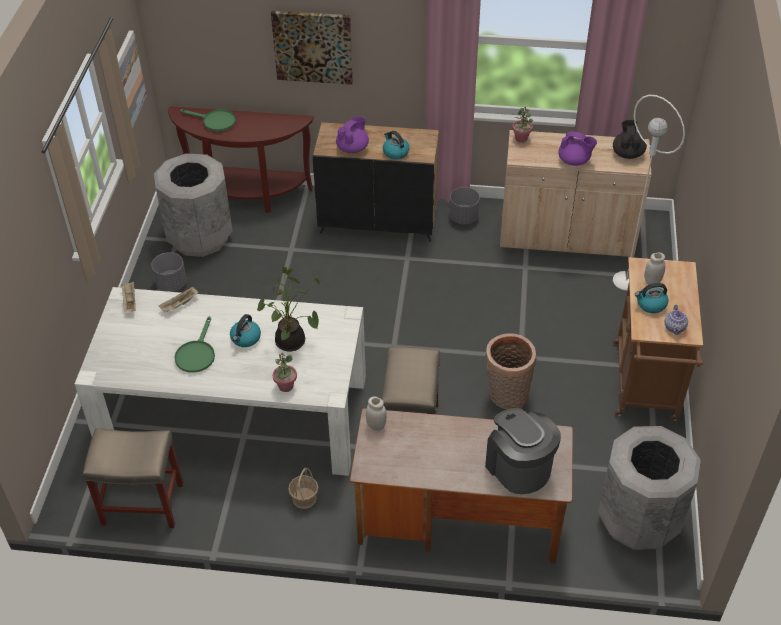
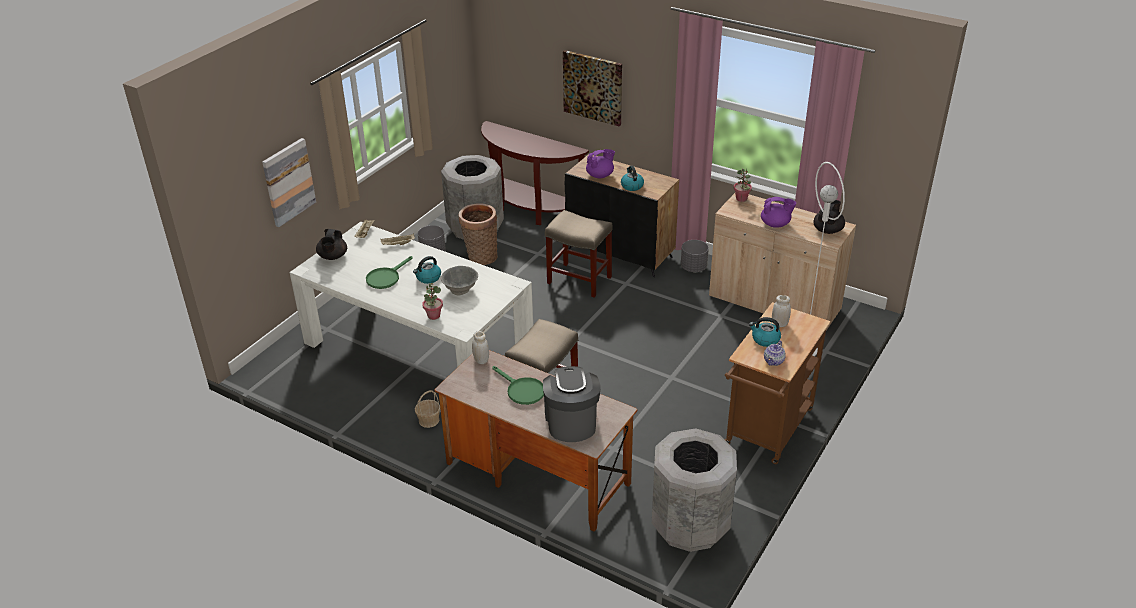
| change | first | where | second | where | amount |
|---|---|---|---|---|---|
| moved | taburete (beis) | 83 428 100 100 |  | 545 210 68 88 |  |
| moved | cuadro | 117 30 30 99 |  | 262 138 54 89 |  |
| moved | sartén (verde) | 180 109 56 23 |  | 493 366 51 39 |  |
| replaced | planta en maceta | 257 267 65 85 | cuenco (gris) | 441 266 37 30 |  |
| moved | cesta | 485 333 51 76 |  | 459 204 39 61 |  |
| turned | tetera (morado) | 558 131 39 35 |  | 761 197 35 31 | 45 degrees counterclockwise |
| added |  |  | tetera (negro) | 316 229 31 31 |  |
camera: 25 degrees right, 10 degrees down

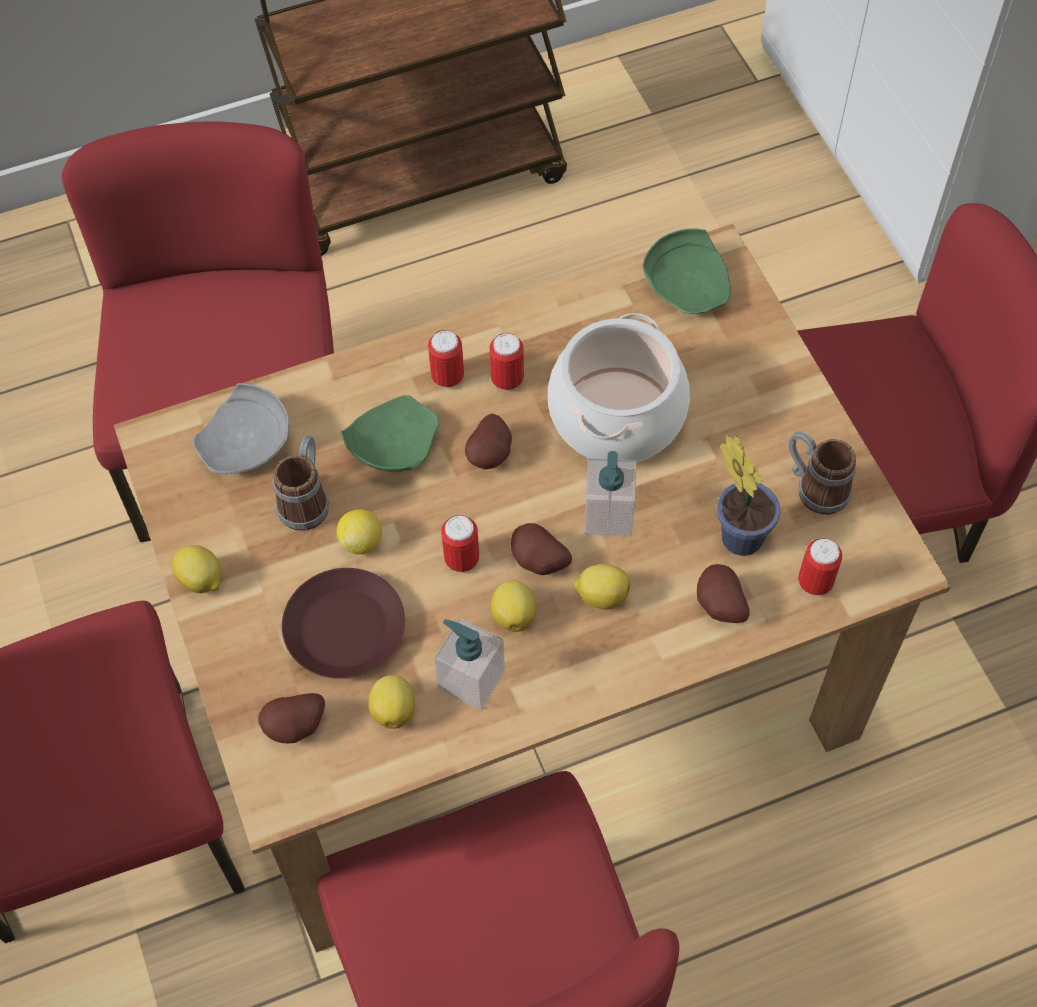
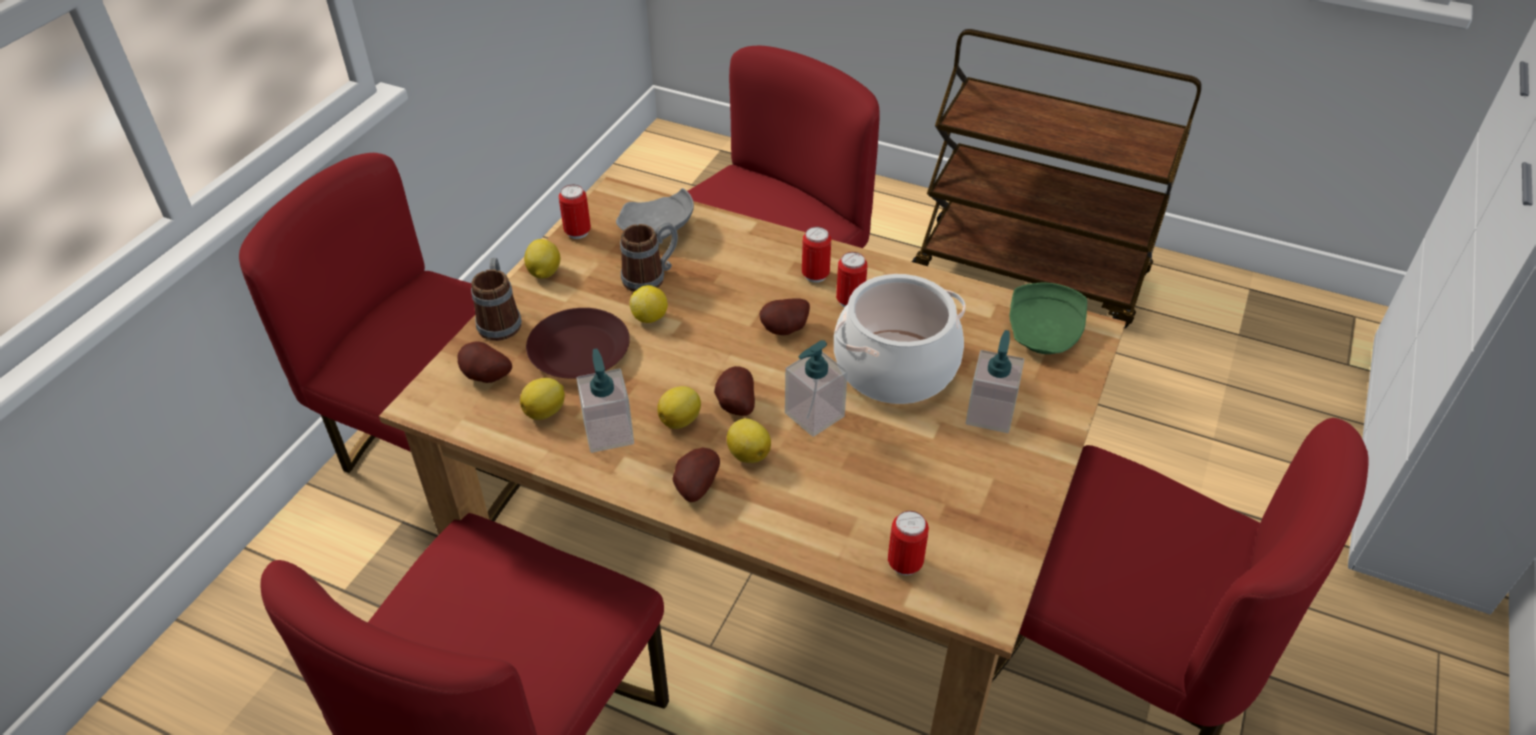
| change | first | where | second | where | amount |
|---|---|---|---|---|---|
| removed | plato (verde) | 341 395 98 77 |  |  |  |
| moved | lata | 441 515 38 57 |  | 559 185 32 54 |  |
| moved | patata | 697 564 53 59 |  | 672 447 48 55 |  |
| removed | planta en maceta | 717 434 64 122 |  |  |  |
| moved | taza grande | 788 431 68 84 |  | 471 258 51 83 |  |
| added |  |  | dispensador de jabón | 966 330 58 103 |  |
camera: 45 degrees right, 15 degrees down

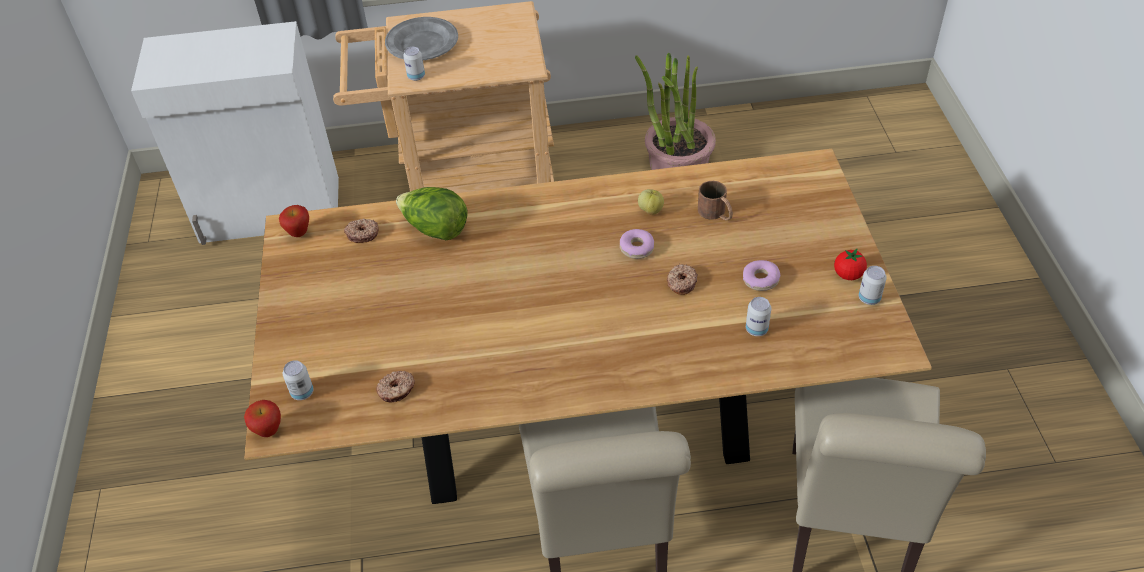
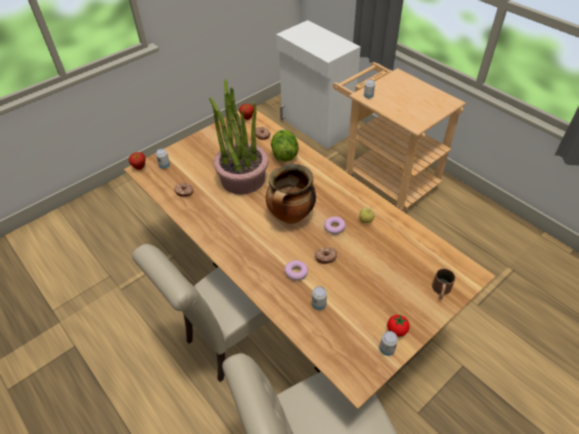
| change | first | where | second | where | amount |
|---|---|---|---|---|---|
| removed | plato (gris) | 385 17 73 43 |  |  |  |
| moved | planta en maceta | 635 53 81 117 |  | 209 79 59 116 |  |
| moved | taza grande (marrón) | 698 181 35 40 |  | 432 268 24 31 |  |
| moved | rosquilla | 743 260 37 31 |  | 285 260 23 21 |  |
| added |  |  | olla | 266 164 50 60 |  |
camera: 55 degrees right, 0 degrees up

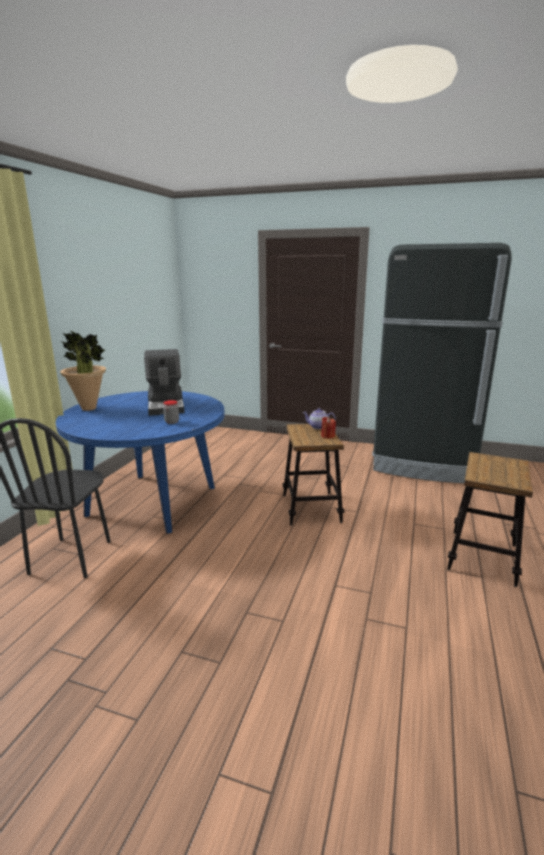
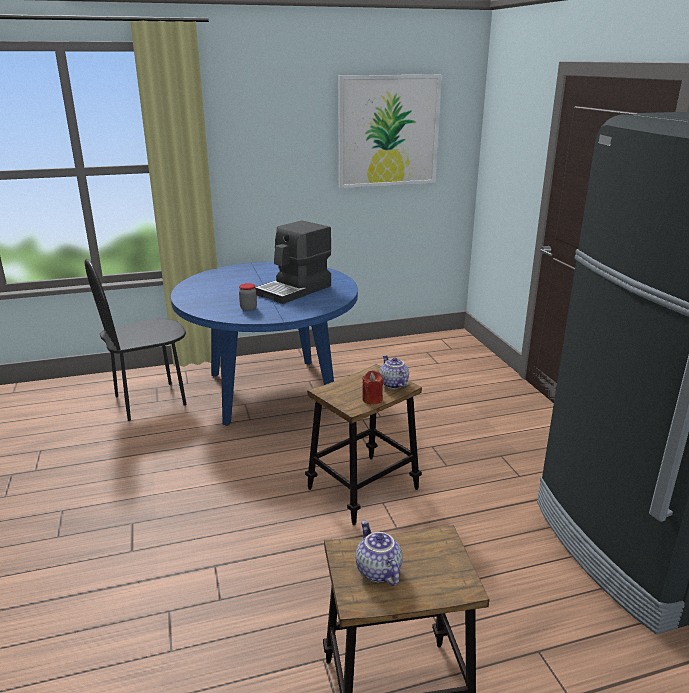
| change | first | where | second | where | amount |
|---|---|---|---|---|---|
| removed | planta en maceta | 60 331 46 80 |  |  |  |
| added |  |  | cuadro | 338 75 104 113 |  |
| added |  |  | tetera | 356 520 47 66 |  |
camera: 55 degrees right, 5 degrees up

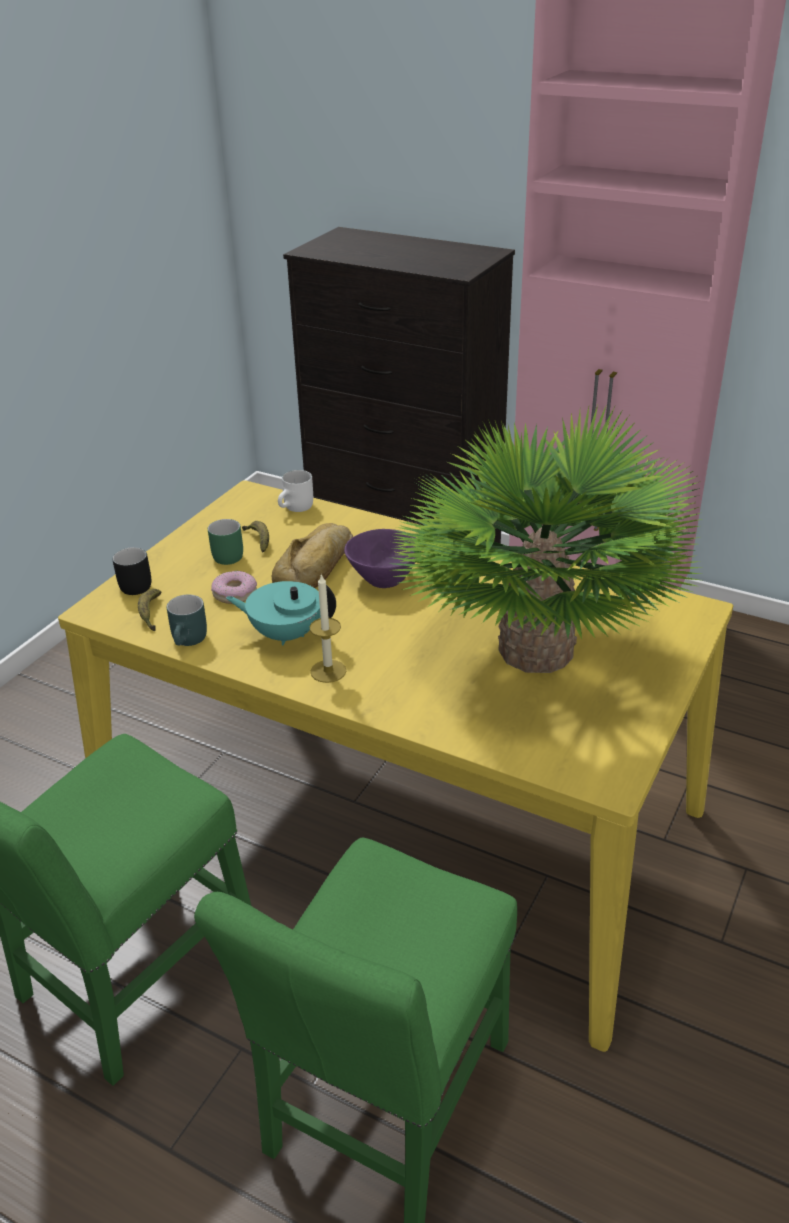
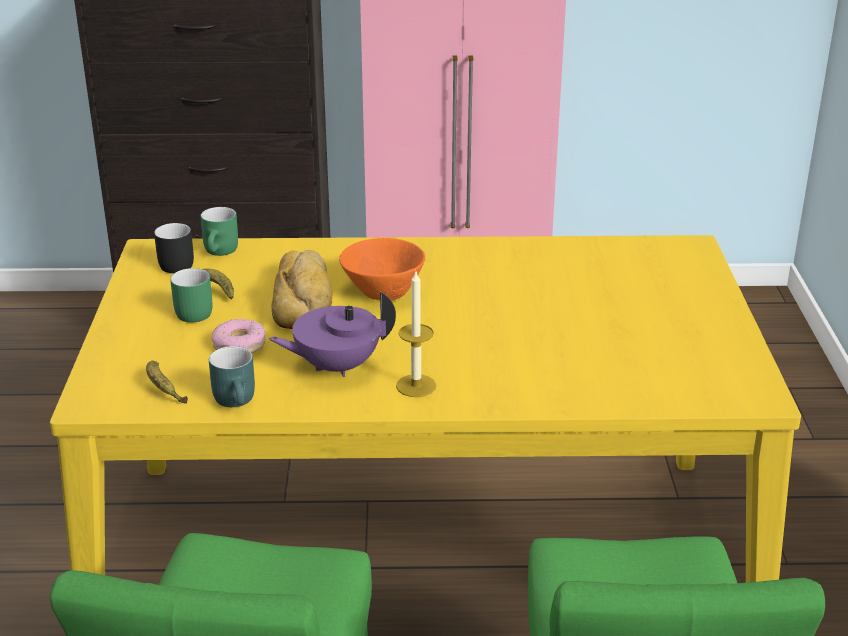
| change | first | where | second | where | amount |
|---|---|---|---|---|---|
| moved | taza grande (negro) | 112 547 39 48 |  | 154 223 40 50 |  |
| recoloured | tetera (turquesa) | 226 581 110 64 | tetera (morado) | 269 292 127 85 |  |
| recoloured | taza grande (blanco) | 278 470 35 42 | taza grande (verde) | 201 207 37 49 |  |
| recoloured | cuenco (morado) | 344 529 72 59 | cuenco (naranja) | 339 238 86 63 |  |
| removed | planta en maceta | 390 405 312 268 |  |  |  |
camera: 30 degrees left, 5 degrees down

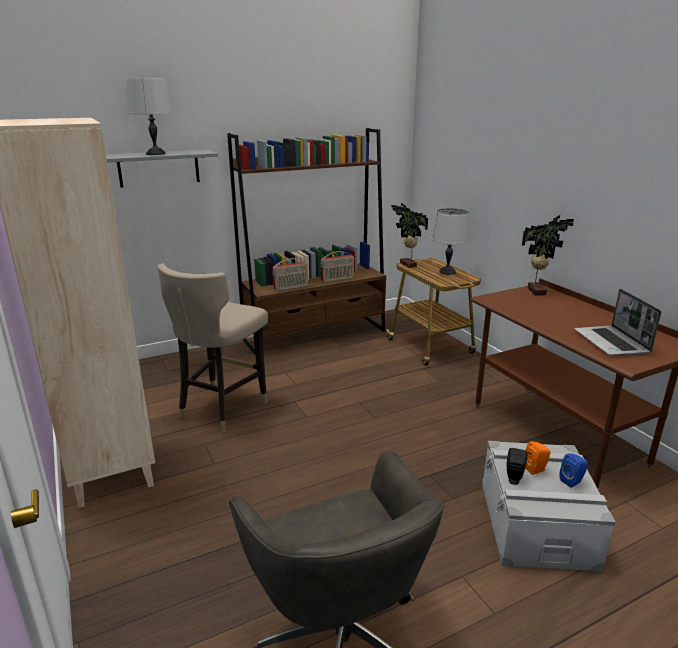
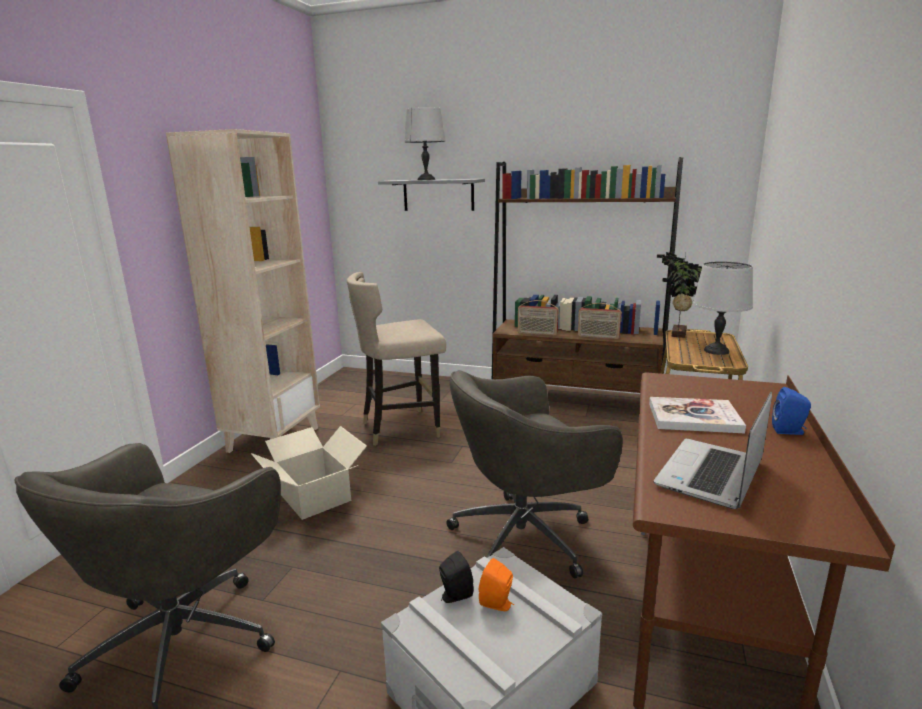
| change | first | where | second | where | amount |
|---|---|---|---|---|---|
| removed | planta en maceta | 522 215 52 80 |  |  |  |
| moved | altavoz (azul) | 559 454 29 34 |  | 772 387 39 48 |  |
| added |  |  | caja de cartón | 251 426 116 94 |  |
| added |  |  | silla de oficina (gris) | 446 370 177 208 |  |
| added |  |  | libro | 649 397 97 36 |  |
camera: 45 degrees right, 5 degrees down

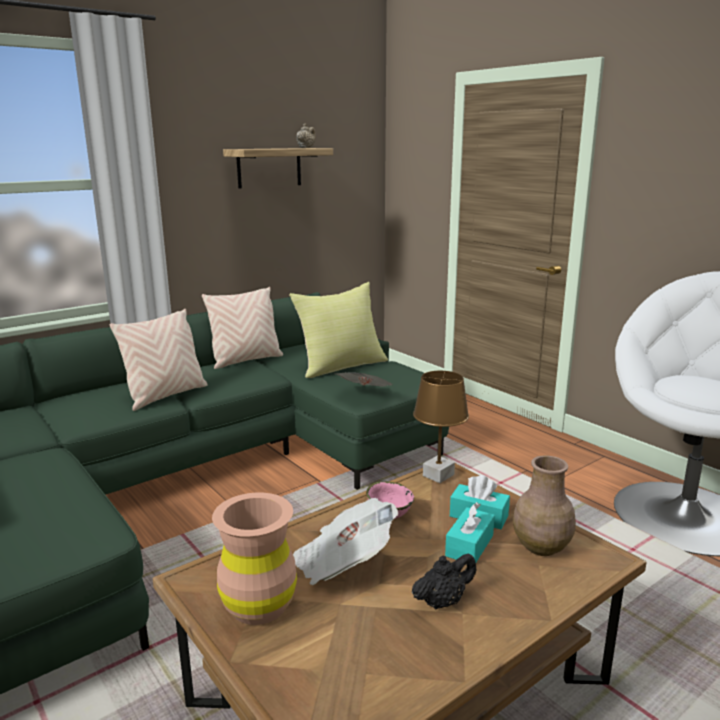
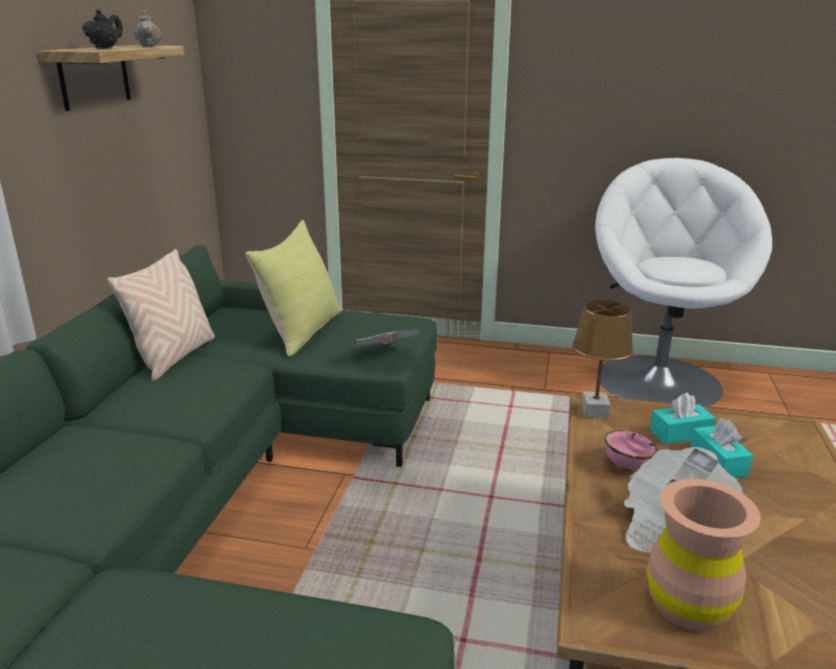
| change | first | where | second | where | amount |
|---|---|---|---|---|---|
| removed | cojín (beis) | 110 309 98 102 |  |  |  |
| moved | tetera (negro) | 412 553 65 56 |  | 82 10 41 39 |  |
| removed | florero (marrón) | 513 455 63 101 |  |  |  |
camera: 40 degrees left, 5 degrees up

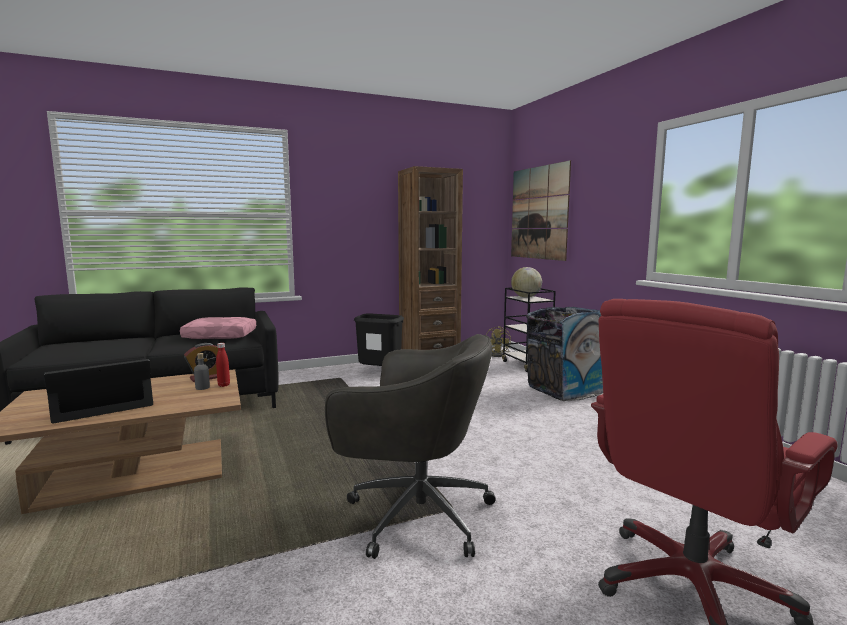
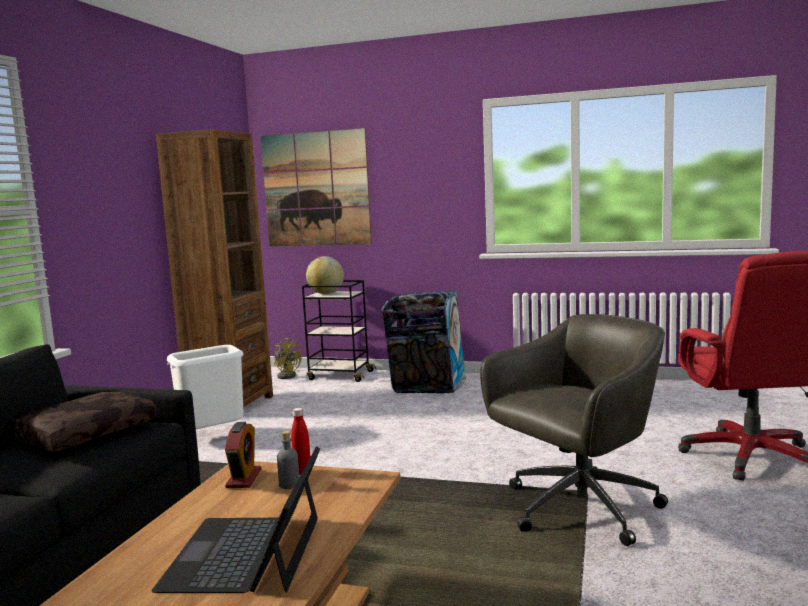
| change | first | where | second | where | amount |
|---|---|---|---|---|---|
| recoloured | cojín (rosa) | 180 317 76 22 | cojín (marrón) | 11 391 145 61 |  |
| recoloured | papelera (negro) | 354 313 50 53 | papelera (blanco) | 167 345 77 84 |  |
camera: 50 degrees left, 0 degrees up

